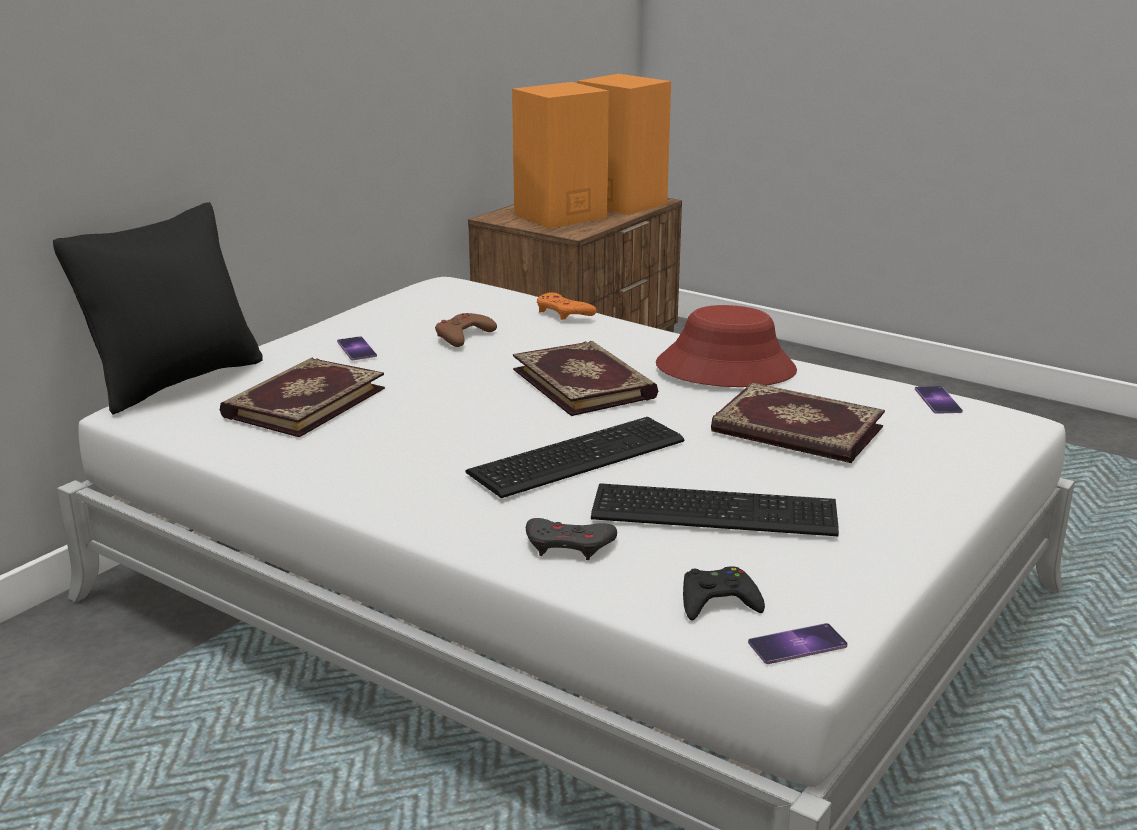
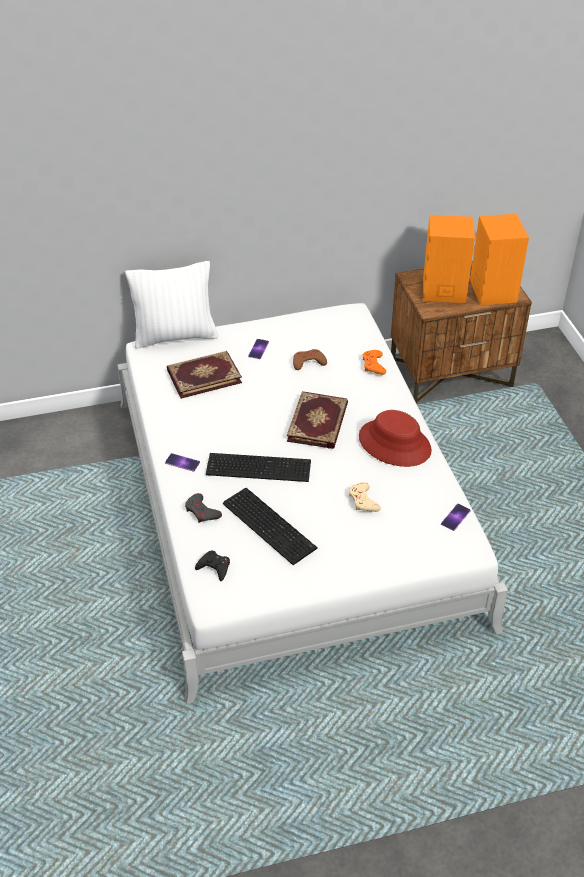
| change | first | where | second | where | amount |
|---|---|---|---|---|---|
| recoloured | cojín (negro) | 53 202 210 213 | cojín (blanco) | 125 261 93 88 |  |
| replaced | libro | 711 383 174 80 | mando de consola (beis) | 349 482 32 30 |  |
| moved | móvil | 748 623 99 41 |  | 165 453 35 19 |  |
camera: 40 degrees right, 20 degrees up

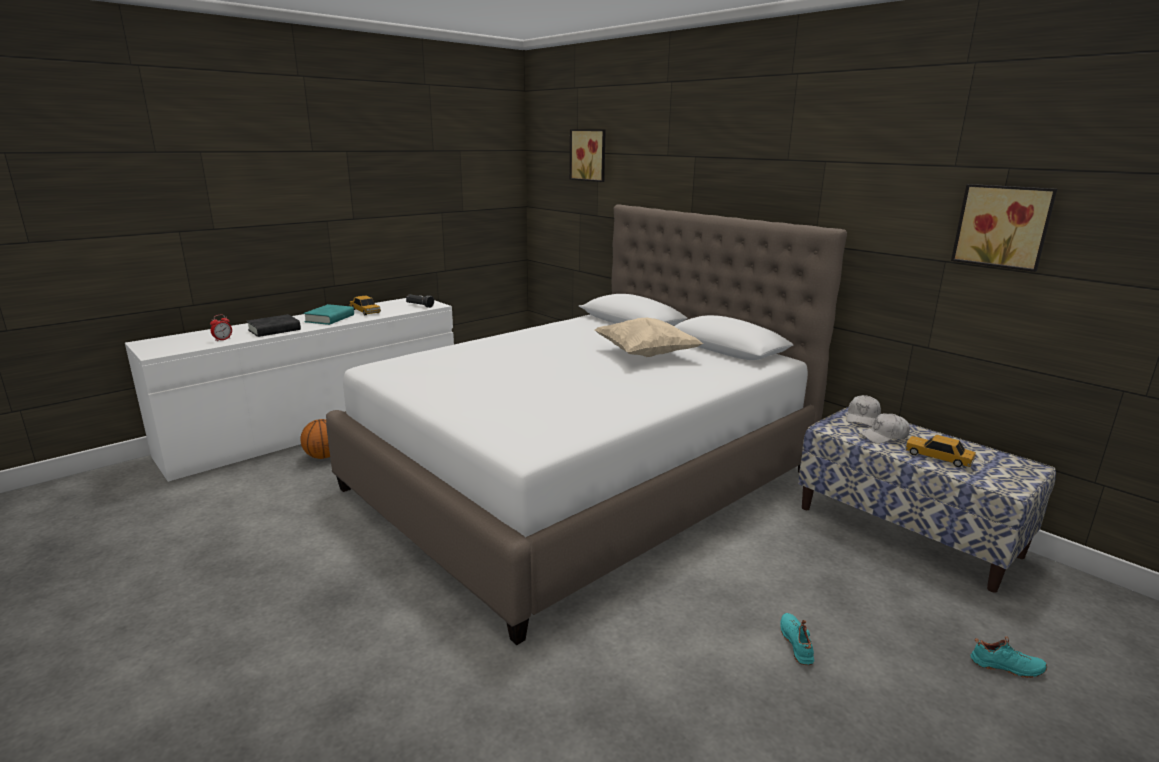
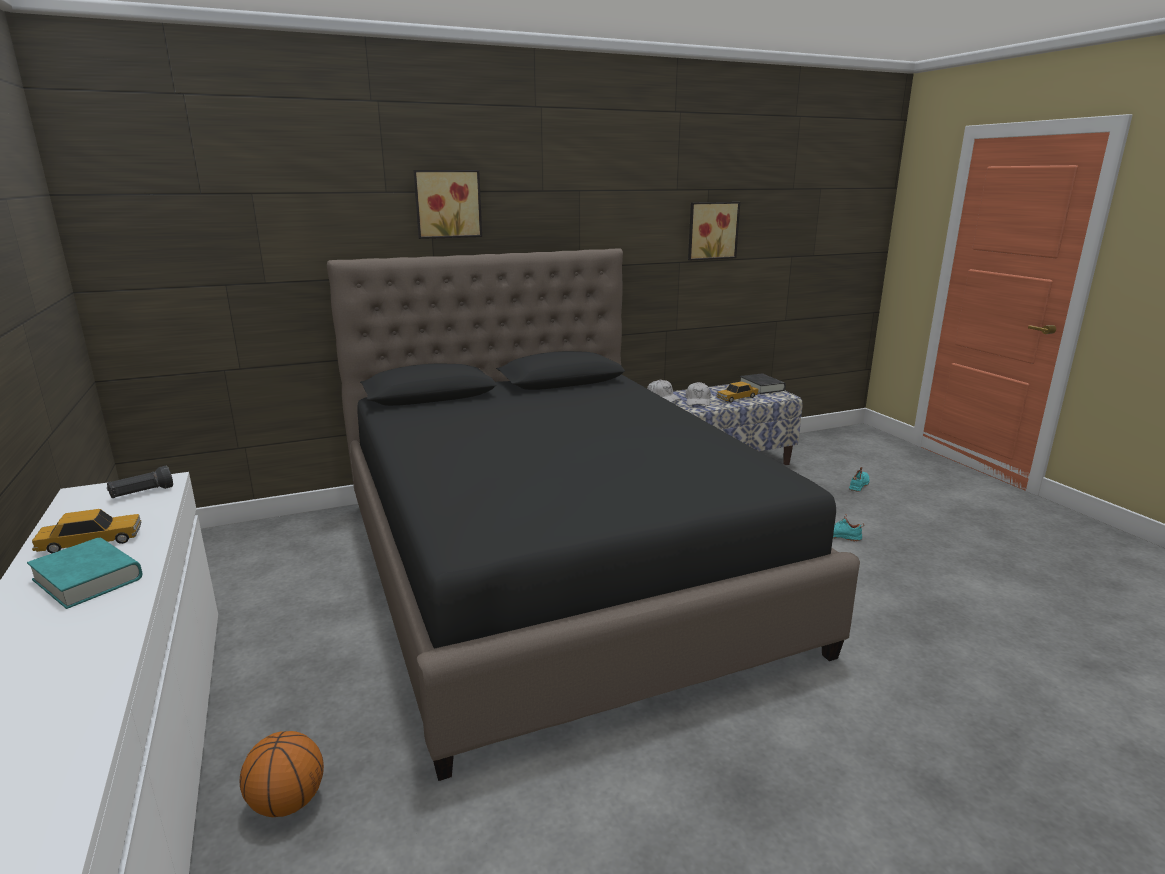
| change | first | where | second | where | amount |
|---|---|---|---|---|---|
| removed | despertador | 210 314 22 28 |  |  |  |
| moved | libro (negro) | 247 314 54 23 |  | 740 373 46 21 |  |
| recoloured | cama (blanco) | 326 204 521 441 | cama (negro) | 327 248 533 533 |  |
| moved | cuadro | 570 129 36 53 |  | 413 170 69 69 |  |
| removed | cojín (beis) | 595 318 108 39 |  |  |  |
camera: 70 degrees left, 0 degrees up

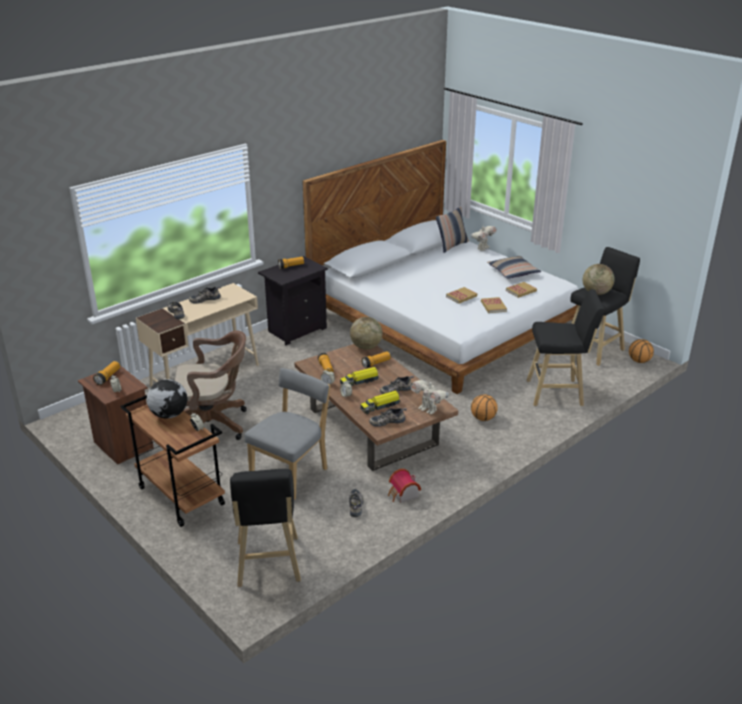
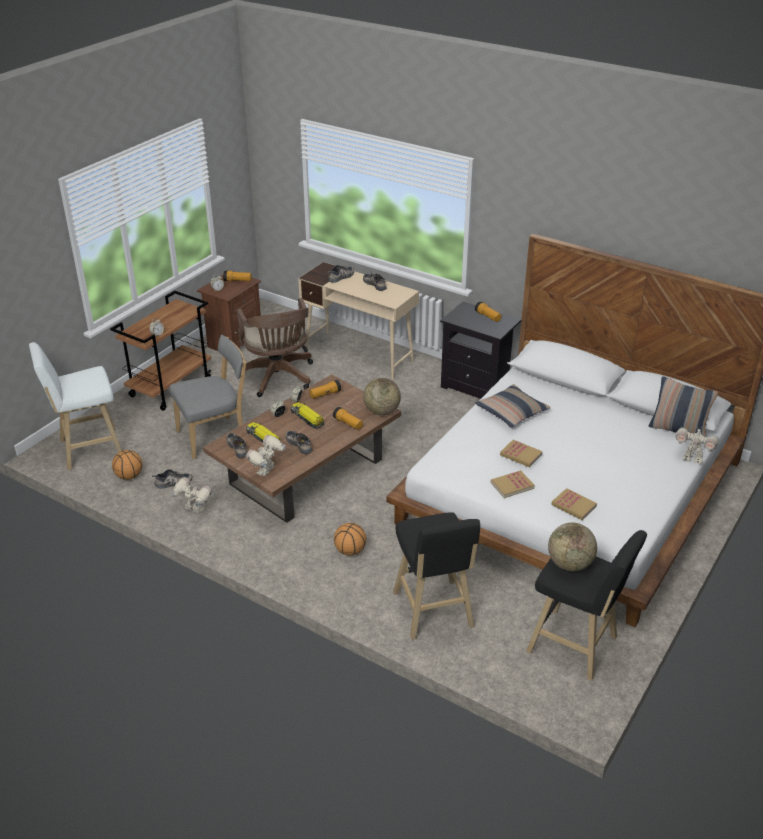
| change | first | where | second | where | amount |
|---|---|---|---|---|---|
| removed | globo terráqueo | 147 379 40 40 |  |  |  |
| recoloured | taburete (negro) | 230 469 71 118 | taburete (blanco) | 29 342 93 129 |  |
| turned | silla (gris) | 245 368 86 132 |  | 169 335 77 125 | 45 degrees counterclockwise |
| replaced | casita | 388 469 33 34 | robot de juguete | 171 477 41 37 |  |
| moved | cojín | 487 256 54 23 |  | 475 384 75 44 |  |
| moved | balón de baloncesto | 629 339 25 24 |  | 112 450 31 30 |  |
camera: 75 degrees right, 5 degrees up

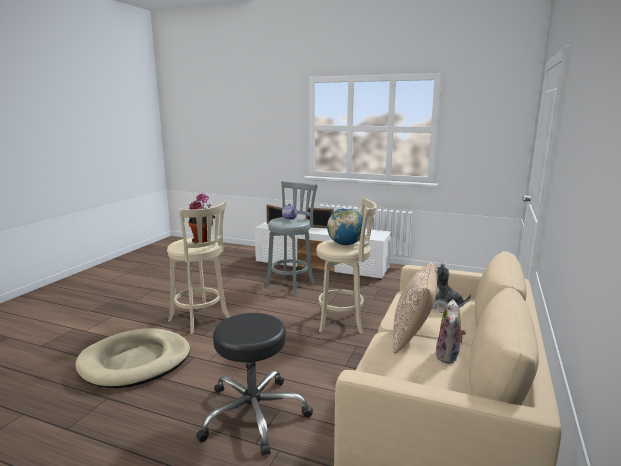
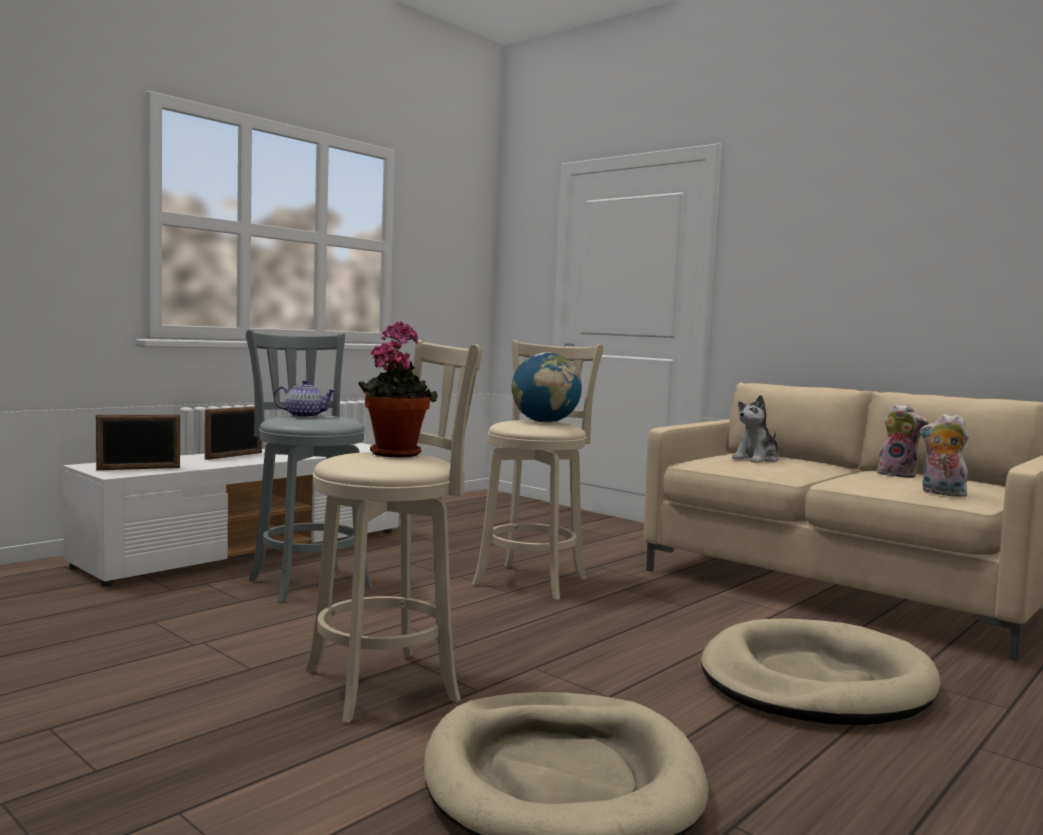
| change | first | where | second | where | amount |
|---|---|---|---|---|---|
| replaced | taburete (negro) | 196 313 117 142 | cama para perro (beis) | 701 618 240 107 |  |
| removed | cojín | 393 262 44 92 |  |  |  |
| added |  |  | peluche | 920 414 49 83 |  |
camera: 70 degrees left, 10 degrees down

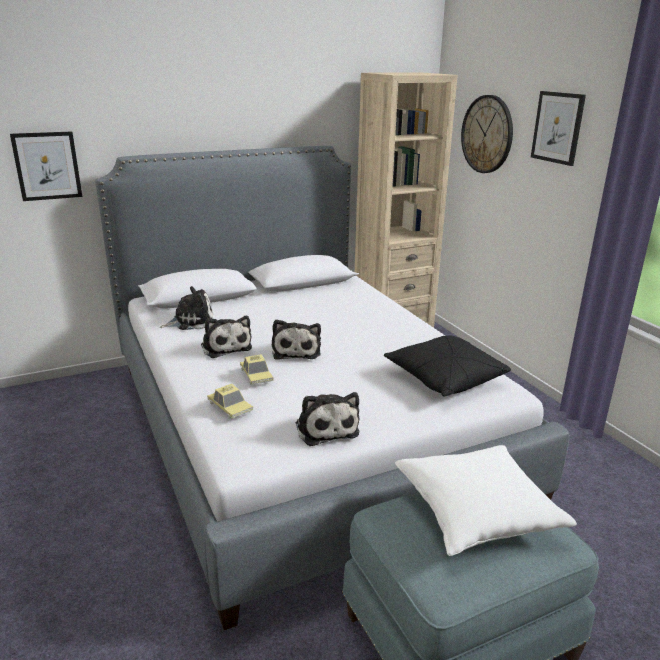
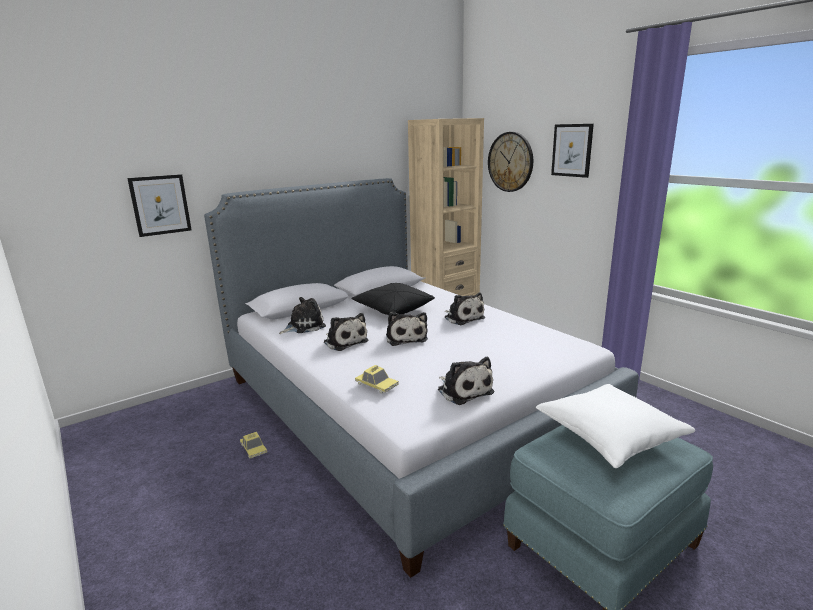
| change | first | where | second | where | amount |
|---|---|---|---|---|---|
| moved | coche de juguete | 240 354 33 31 |  | 240 432 27 26 |  |
| moved | cojín (negro) | 384 335 127 62 |  | 351 283 84 32 |  |
| added |  |  | peluche | 444 293 41 32 |  |
camera: 10 degrees left, 5 degrees down

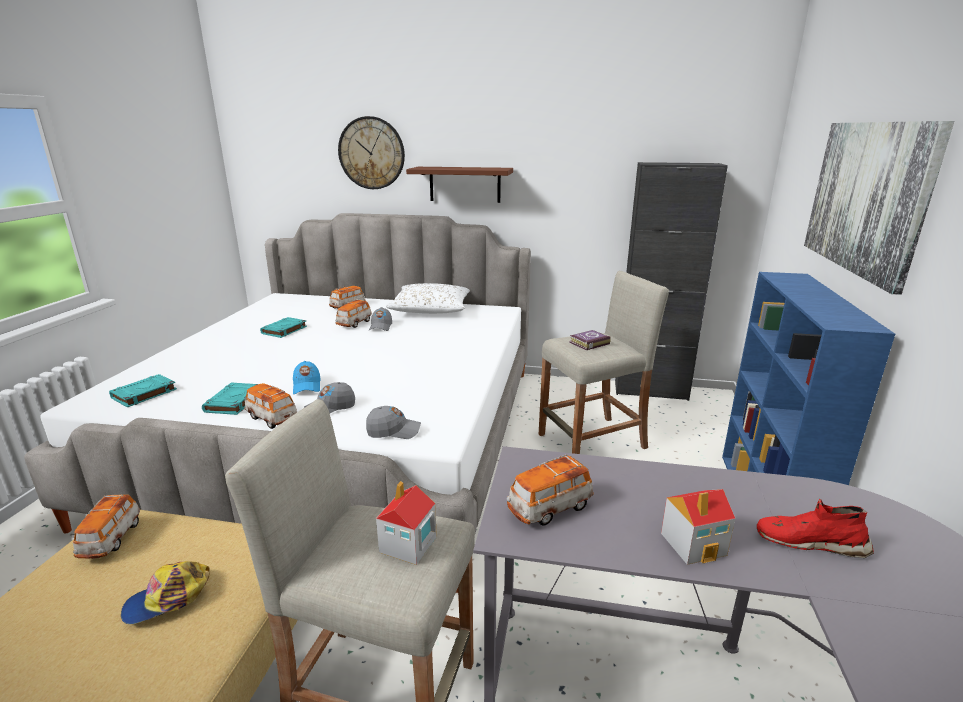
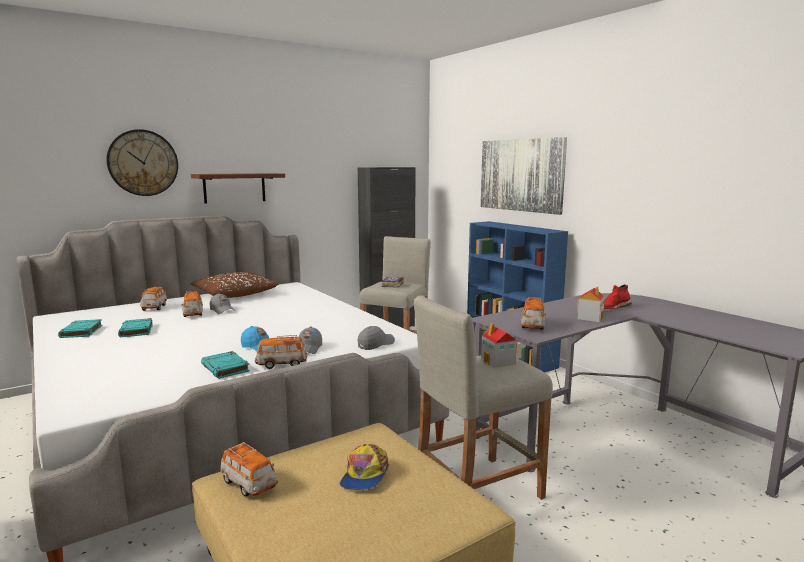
| change | first | where | second | where | amount |
|---|---|---|---|---|---|
| moved | libro (turquesa) | 109 374 68 33 |  | 58 319 45 19 |  |
| recoloured | cojín (blanco) | 386 283 84 31 | cojín (marrón) | 191 272 88 26 |  |
camera: 45 degrees left, 10 degrees down

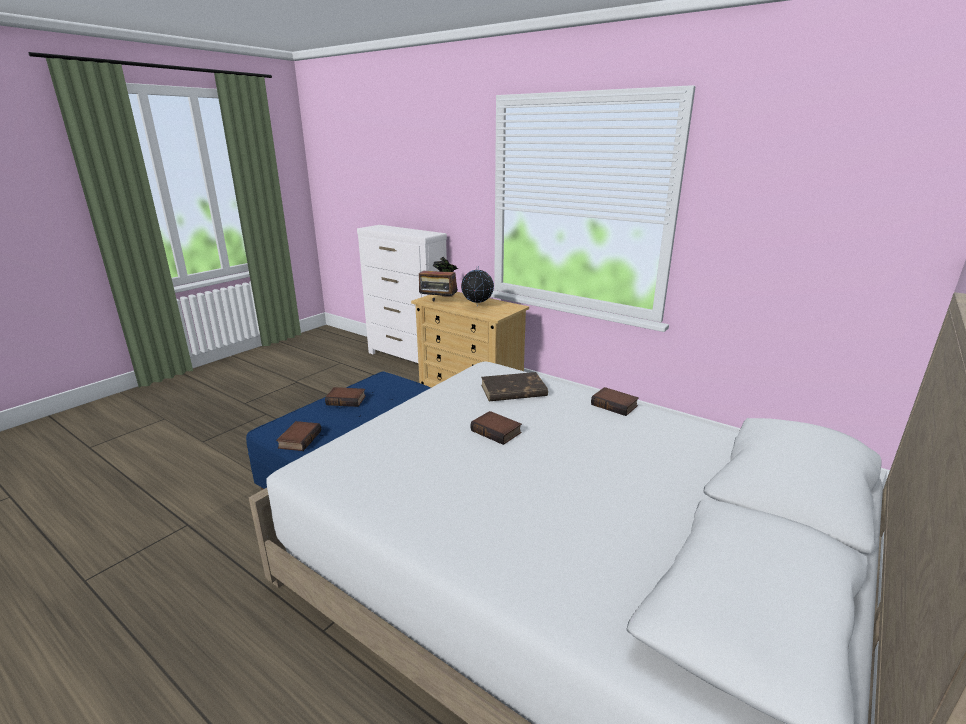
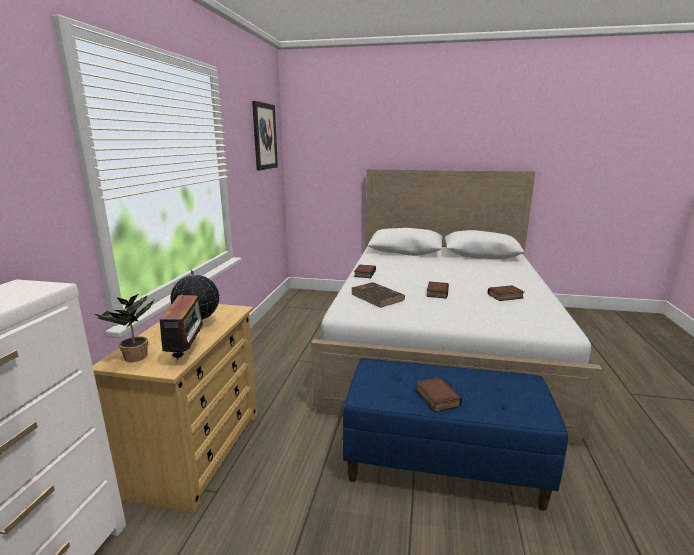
| change | first | where | second | where | amount |
|---|---|---|---|---|---|
| moved | libro | 276 421 45 30 |  | 488 285 37 16 |  |
| added |  |  | cuadro | 252 101 26 70 |  |
camera: 115 degrees left, 5 degrees down

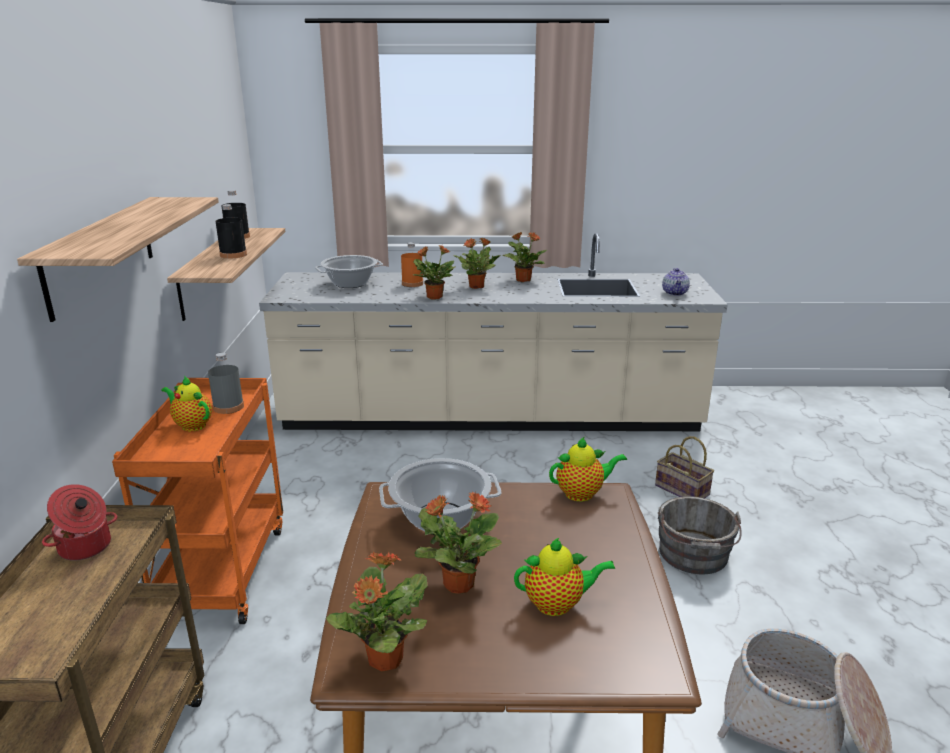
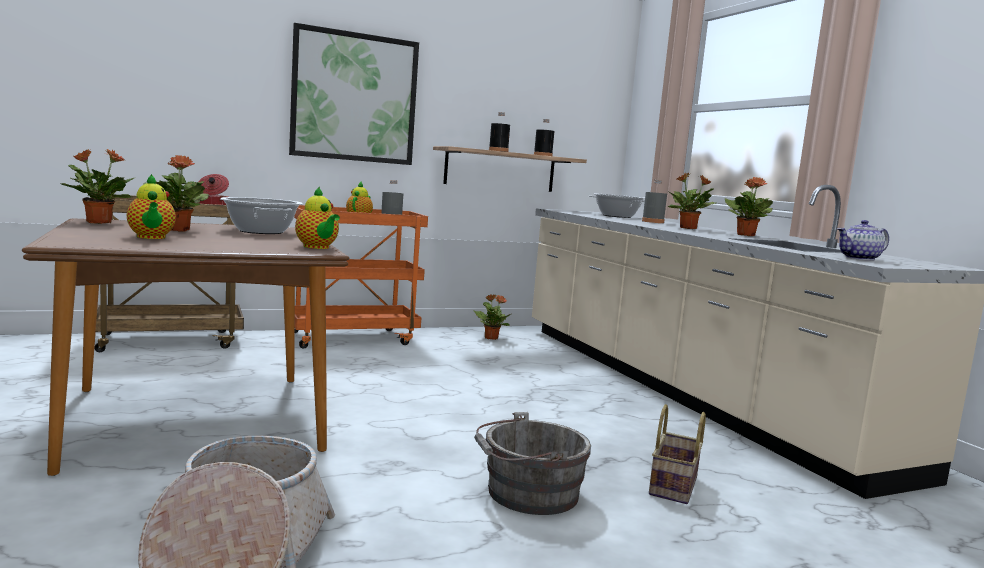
| change | first | where | second | where | amount |
|---|---|---|---|---|---|
| replaced | estante | 17 197 202 125 | cuadro | 289 23 130 142 |  |
| recoloured | botella (naranja) | 401 242 22 45 | botella (gris) | 642 180 25 43 |  |
| moved | planta en maceta | 413 245 42 54 |  | 474 294 37 46 |  |
camera: 65 degrees right, 15 degrees down

